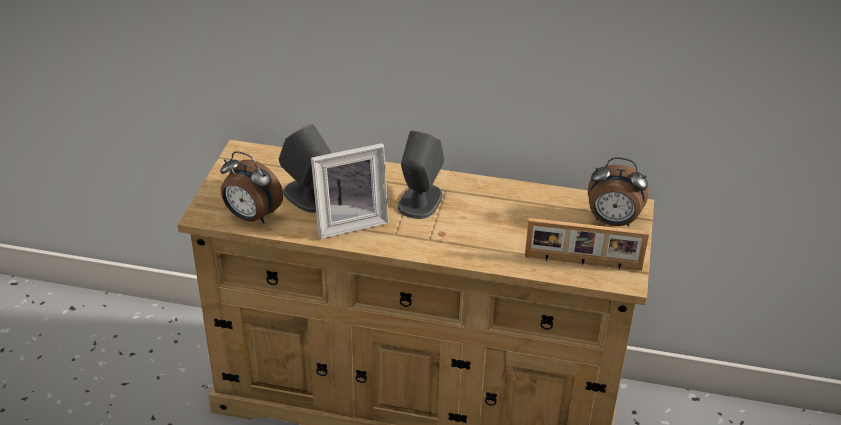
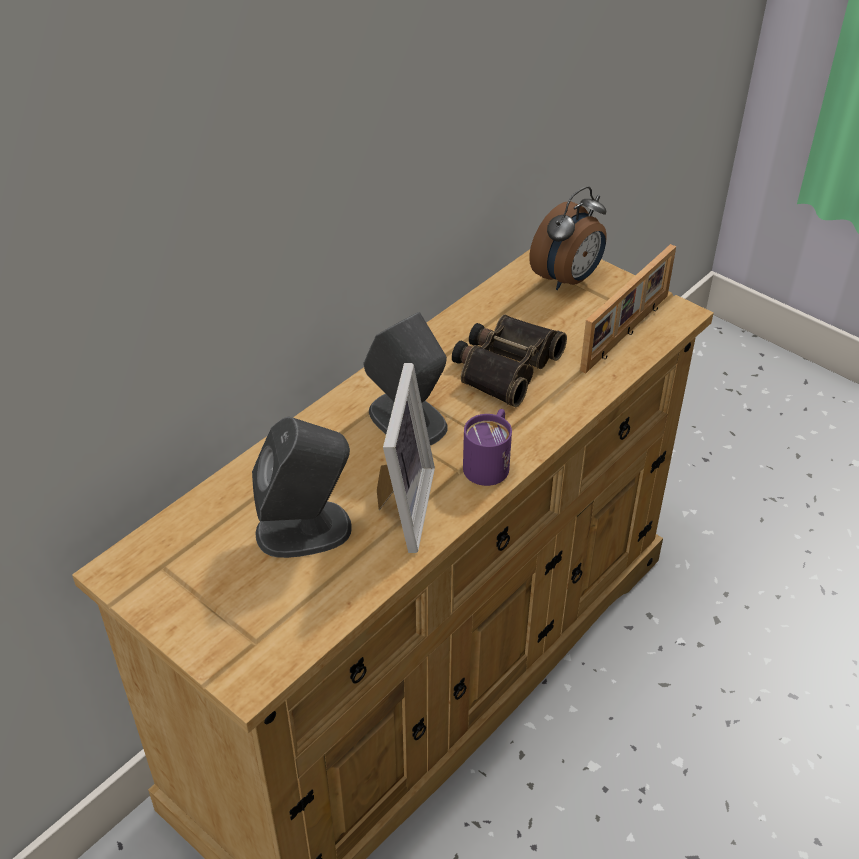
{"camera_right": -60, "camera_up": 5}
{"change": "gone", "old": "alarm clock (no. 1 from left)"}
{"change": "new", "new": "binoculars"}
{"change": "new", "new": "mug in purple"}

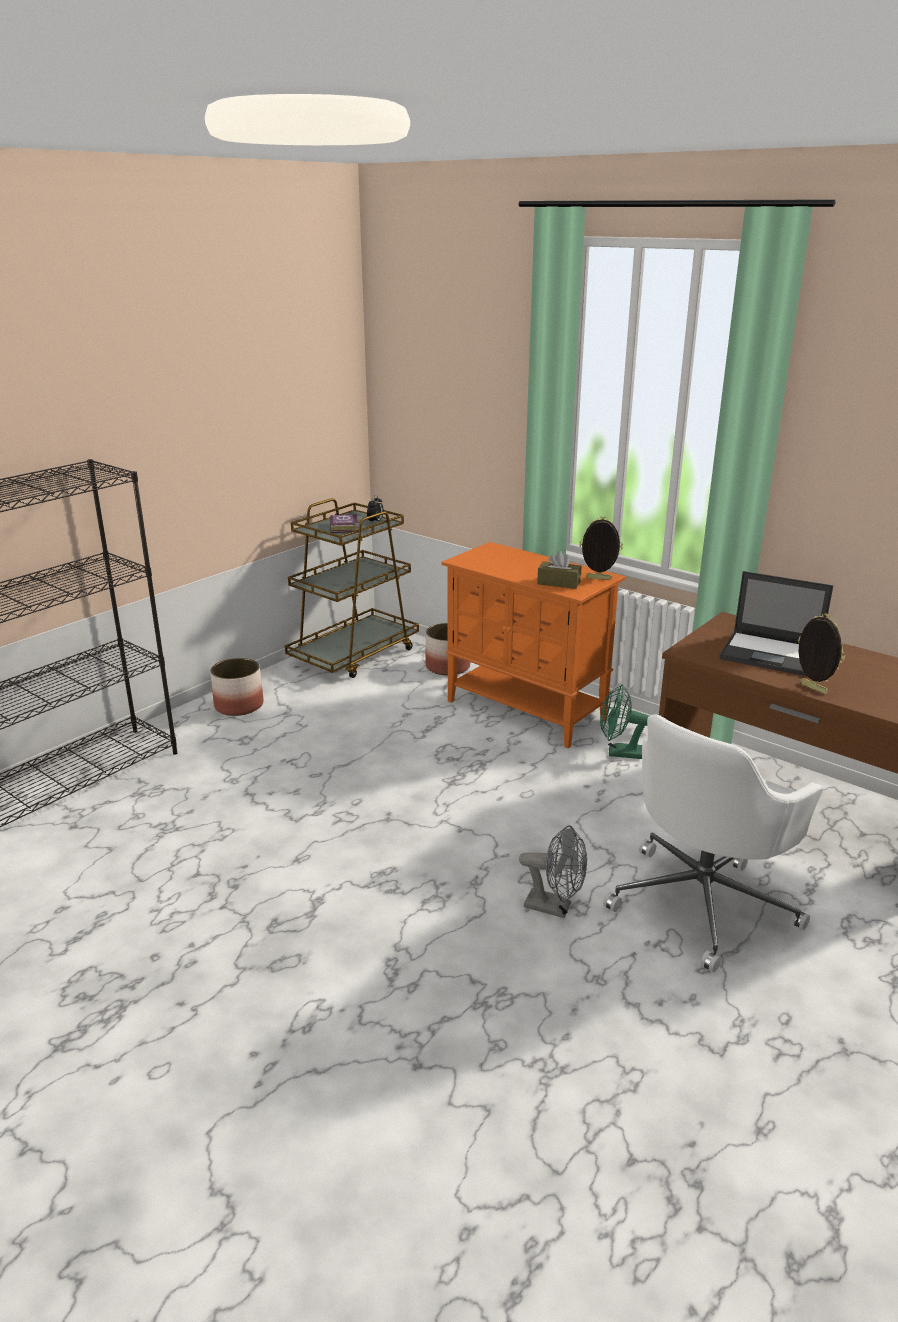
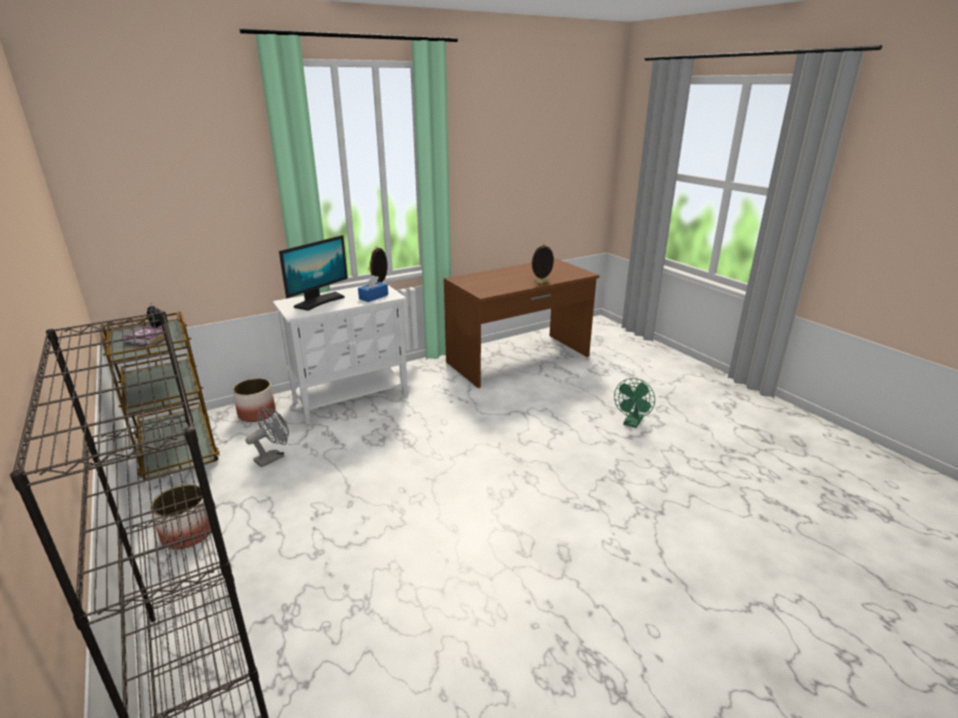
{"camera_right": -70, "camera_up": 0}
{"change": "gone", "old": "office chair in white"}
{"change": "gone", "old": "laptop"}
{"change": "new", "new": "monitor"}
{"change": "shifted", "old": "fan in grey"}
{"change": "shifted", "old": "fan in green"}
{"change": "repainted", "old": "cabinet in orange", "new": "cabinet in white"}
{"change": "repainted", "old": "tissue box in brown", "new": "tissue box in blue"}

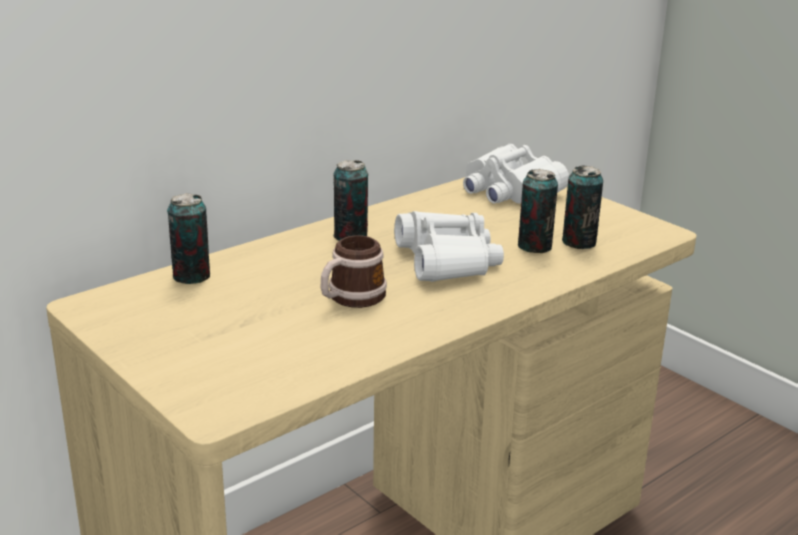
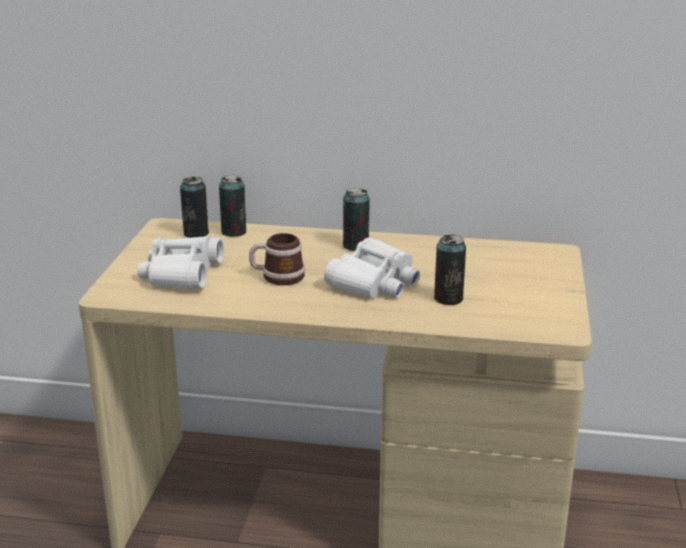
{"camera_right": 50, "camera_up": 0}
{"change": "shifted", "old": "binoculars in white (no. 2 from left in the first image)", "new": "binoculars in white (no. 1 from left)"}
{"change": "shifted", "old": "can (no. 4 from left in the first image)", "new": "can (no. 1 from left)"}

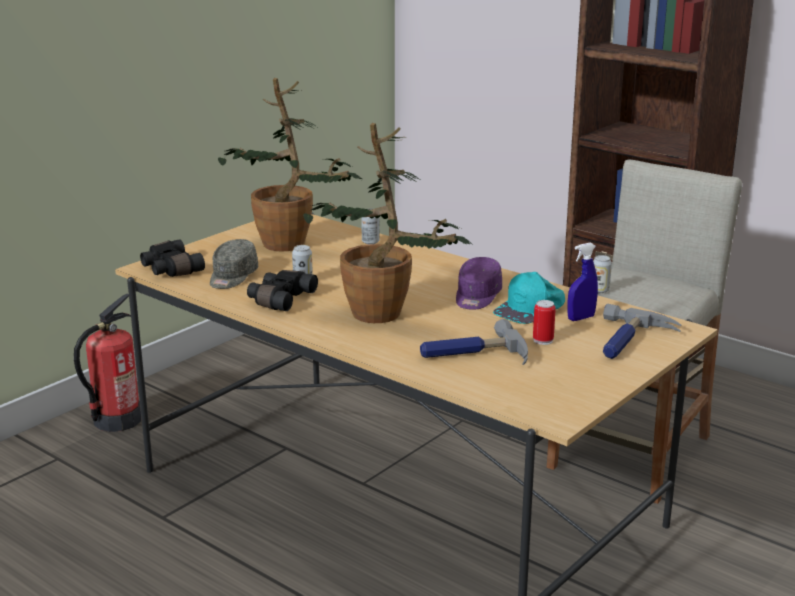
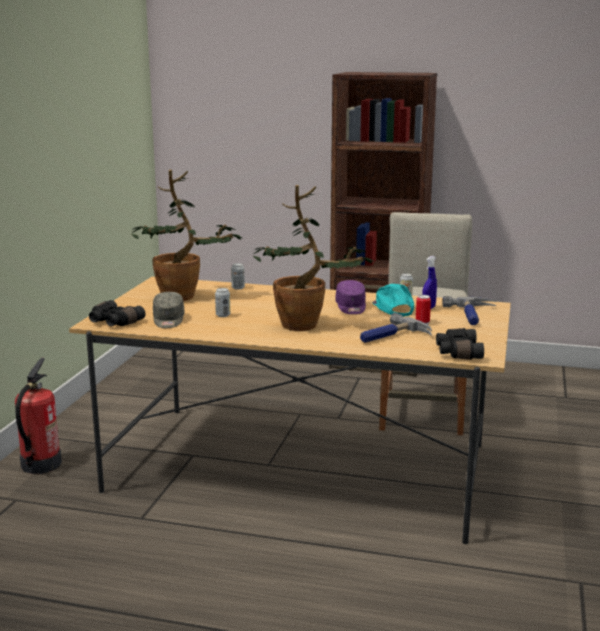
{"camera_right": -25, "camera_up": -5}
{"change": "shifted", "old": "binoculars in black (no. 2 from left)"}
{"change": "rotated", "old": "cap in turquoise", "degrees": 150}

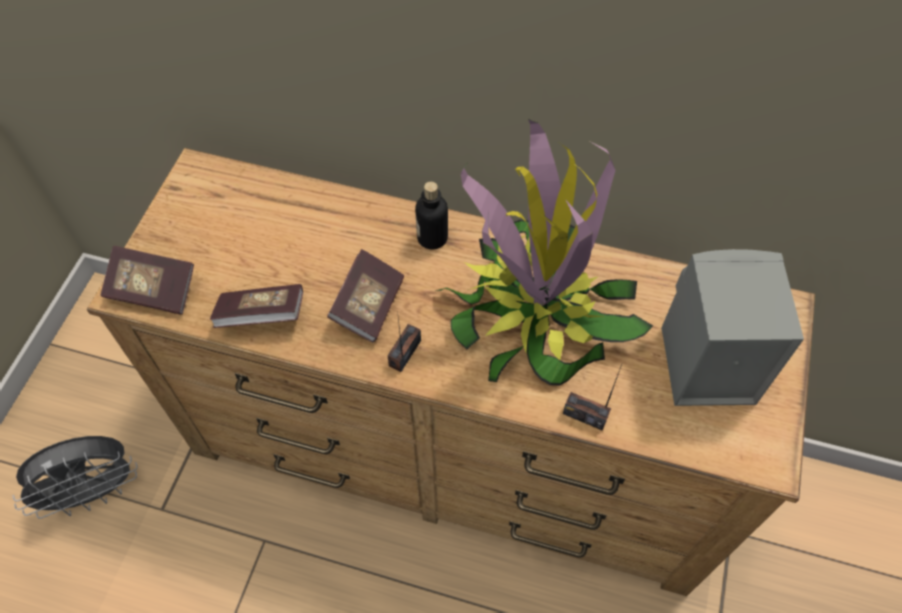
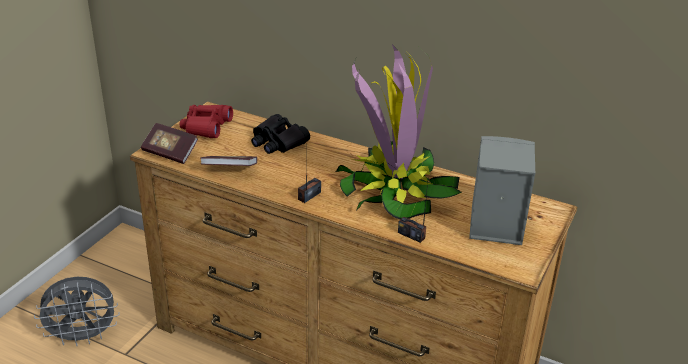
{"camera_right": 10, "camera_up": -25}
{"change": "gone", "old": "book (no. 3 from left)"}
{"change": "gone", "old": "bottle"}
{"change": "new", "new": "binoculars in red"}
{"change": "new", "new": "binoculars in black"}

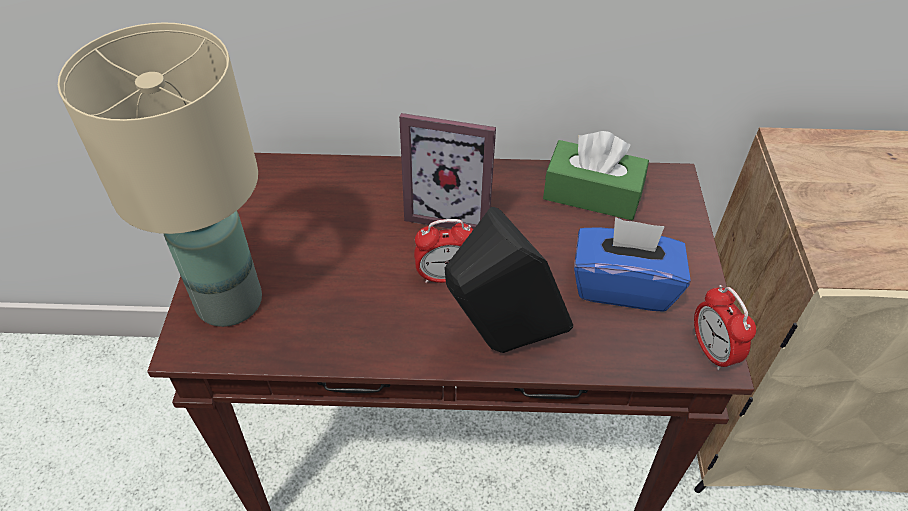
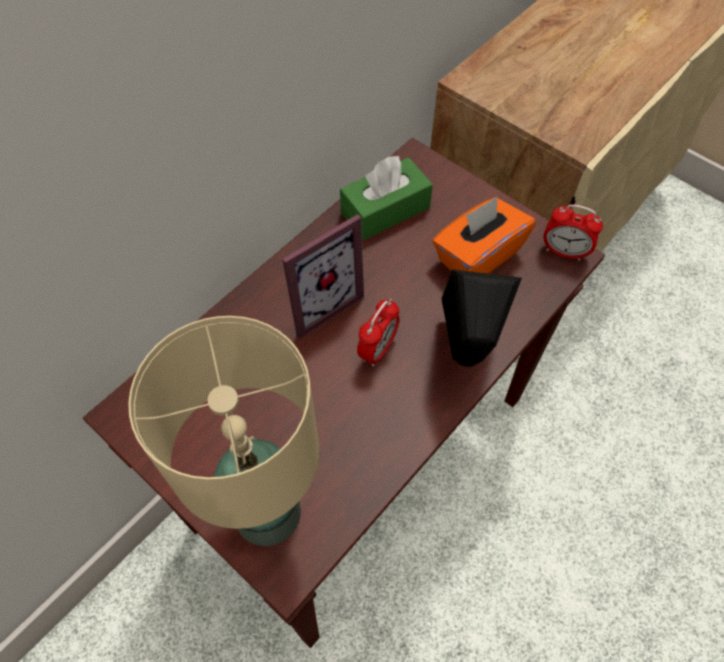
{"camera_right": -50, "camera_up": 10}
{"change": "repainted", "old": "tissue box in blue", "new": "tissue box in orange"}

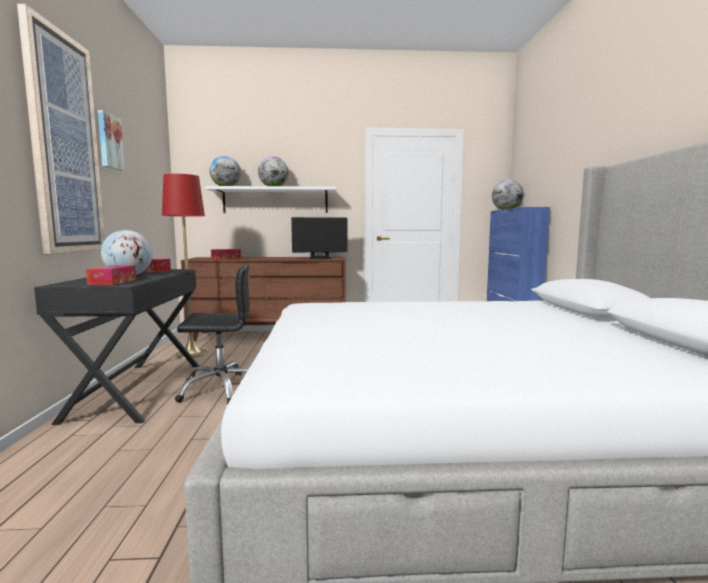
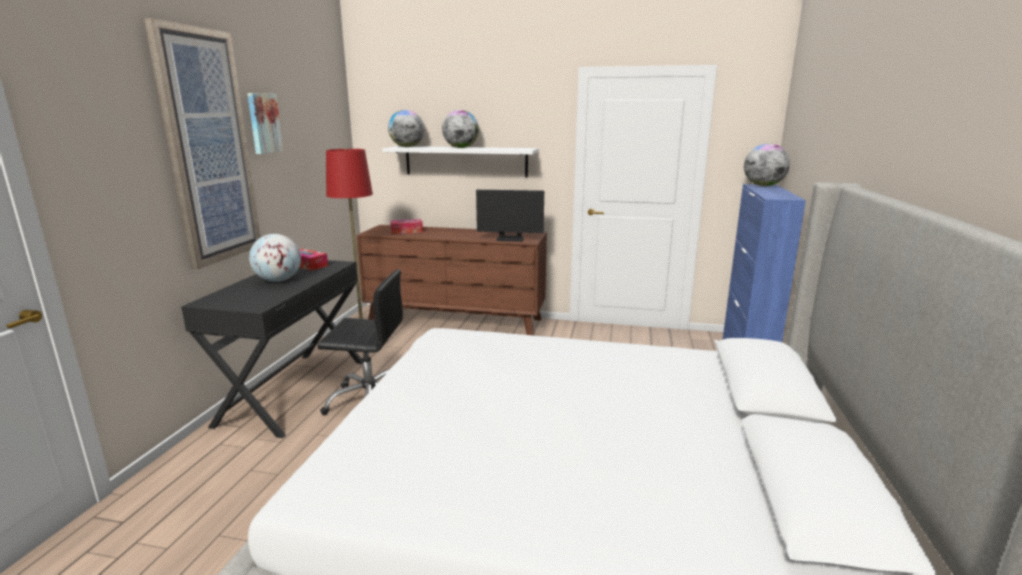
{"camera_right": 15, "camera_up": 10}
{"change": "gone", "old": "tissue box (no. 1 from left)"}

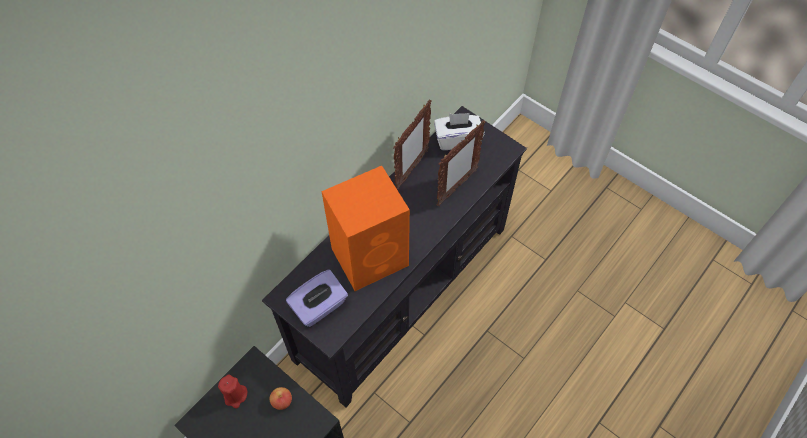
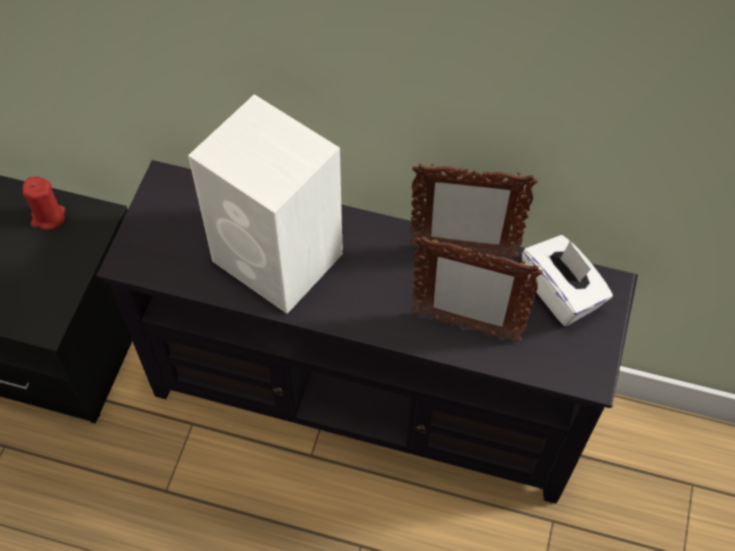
{"camera_right": 65, "camera_up": 0}
{"change": "gone", "old": "apple"}
{"change": "gone", "old": "tissue box in purple"}
{"change": "repainted", "old": "speaker in orange", "new": "speaker in white"}

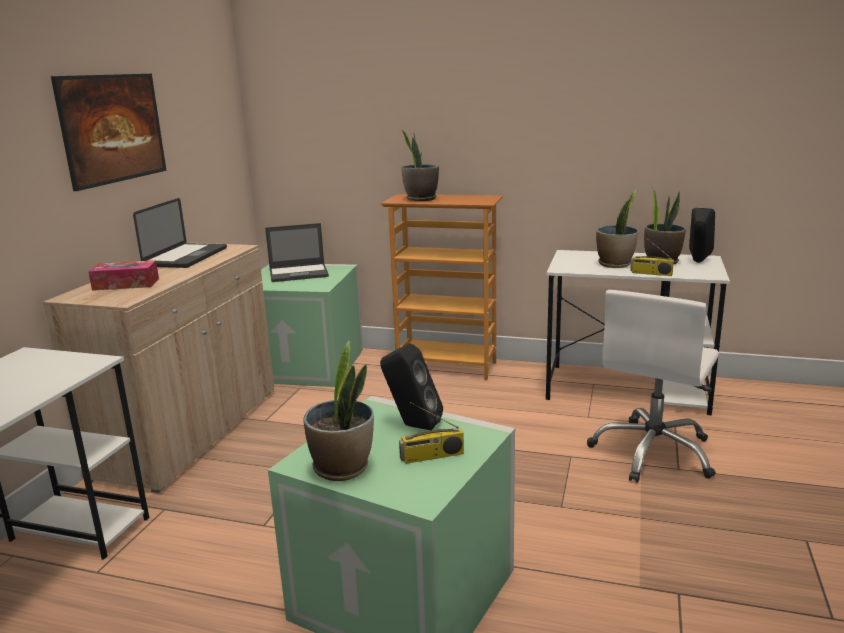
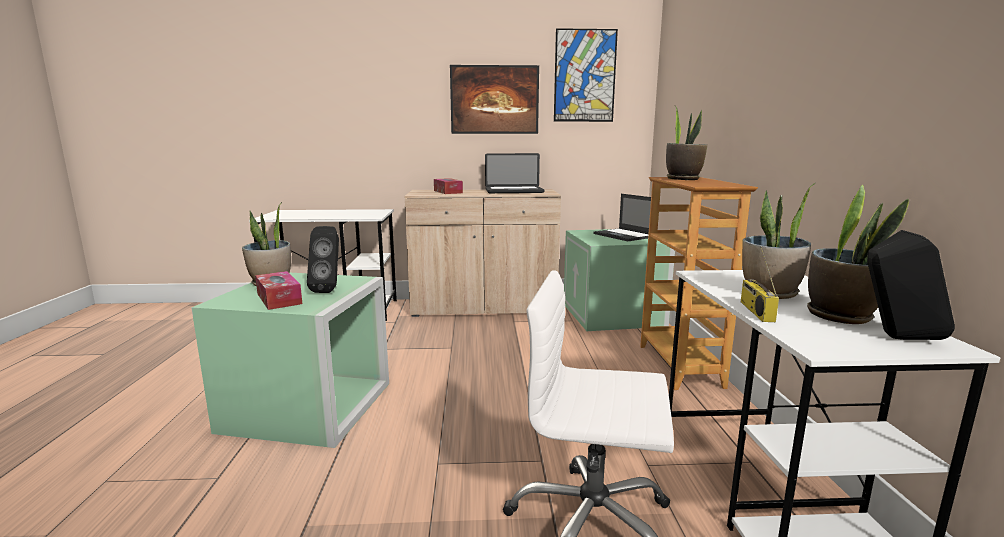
{"camera_right": 70, "camera_up": -5}
{"change": "new", "new": "picture (no. 2 from left)"}
{"change": "swapped", "old": "radio (no. 1 from left)", "new": "tissue box (no. 1 from left)"}

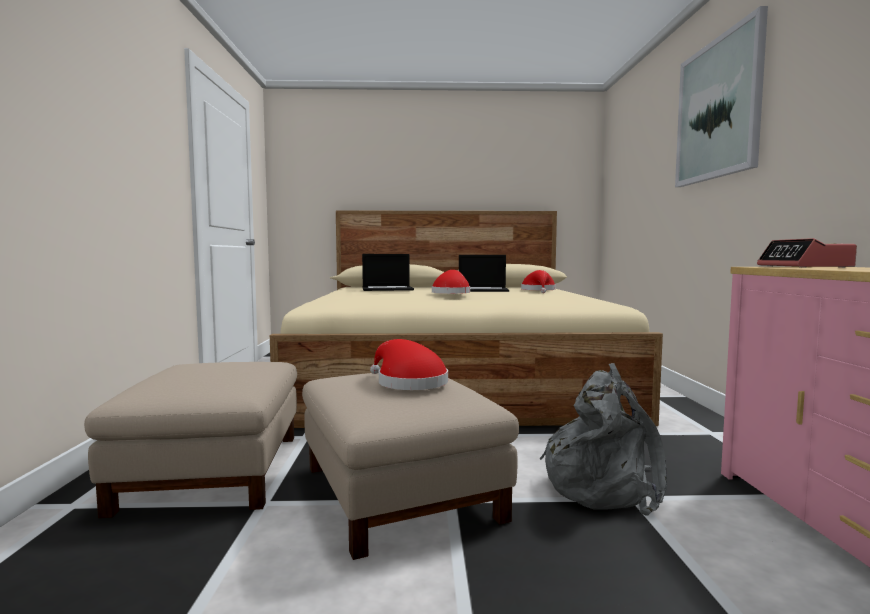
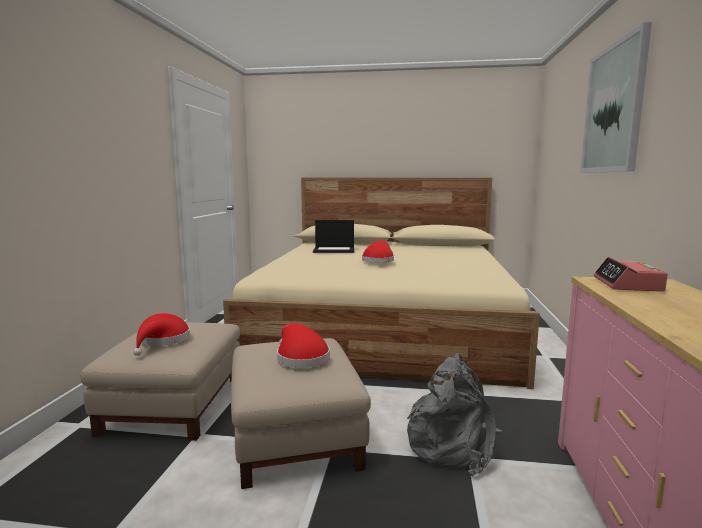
{"camera_right": 10, "camera_up": 5}
{"change": "gone", "old": "laptop (no. 2 from left)"}
{"change": "shifted", "old": "hat in red (no. 3 from left in the first image)", "new": "hat in red (no. 1 from left)"}

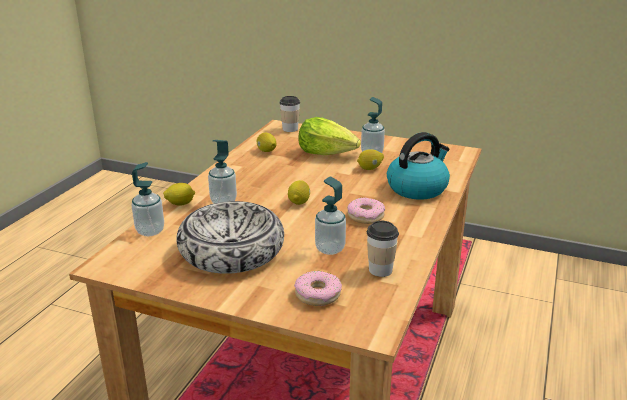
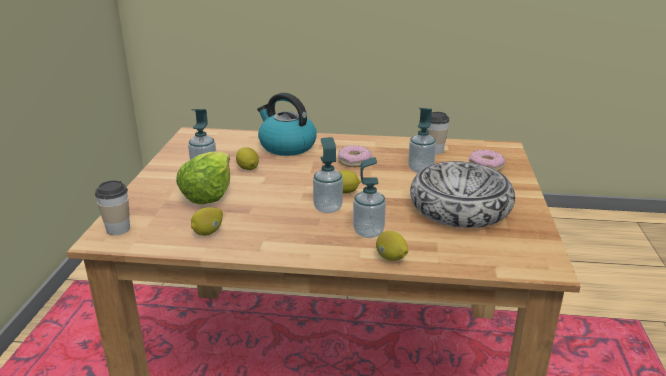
{"camera_right": -105, "camera_up": 0}
{"change": "shifted", "old": "soap dispenser (no. 1 from left in the first image)", "new": "soap dispenser (no. 2 from left)"}

